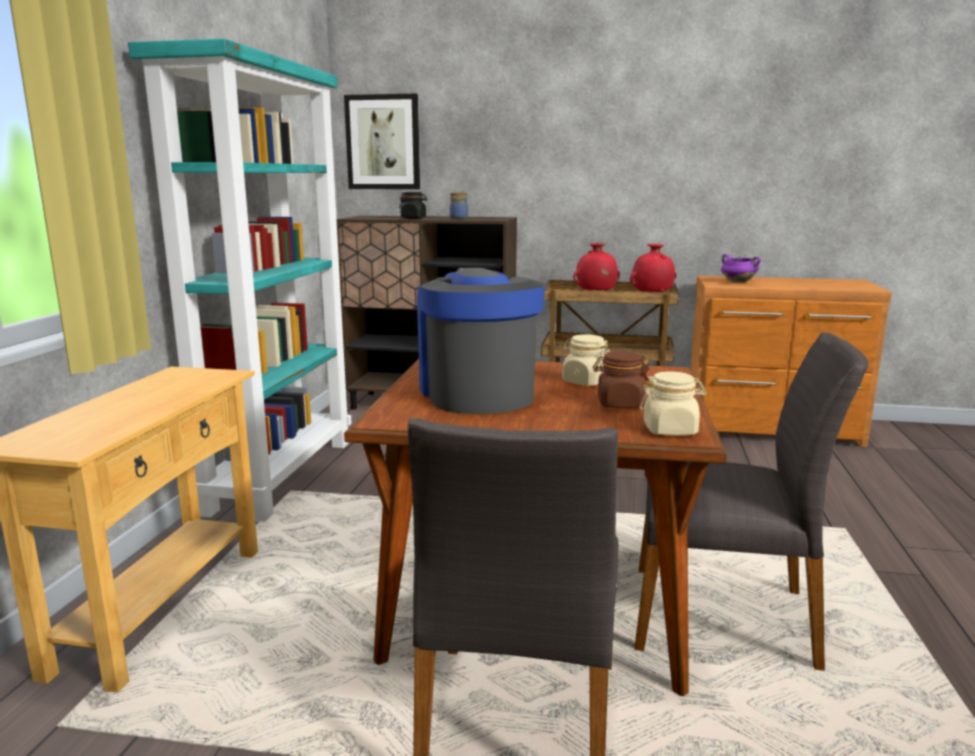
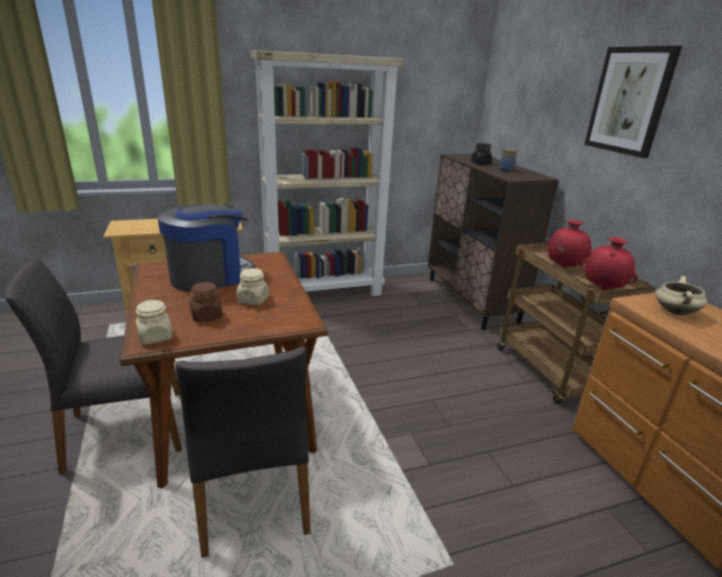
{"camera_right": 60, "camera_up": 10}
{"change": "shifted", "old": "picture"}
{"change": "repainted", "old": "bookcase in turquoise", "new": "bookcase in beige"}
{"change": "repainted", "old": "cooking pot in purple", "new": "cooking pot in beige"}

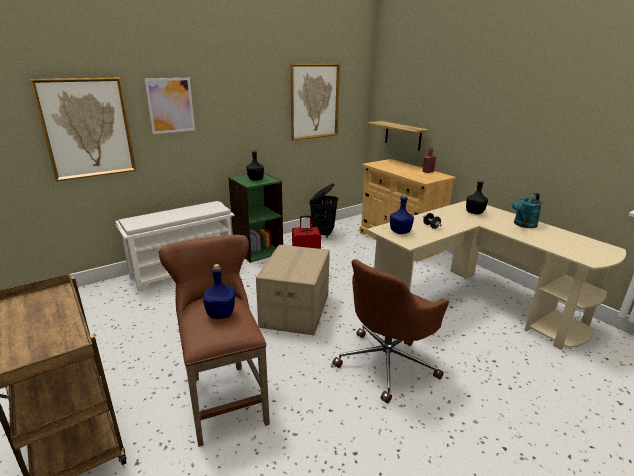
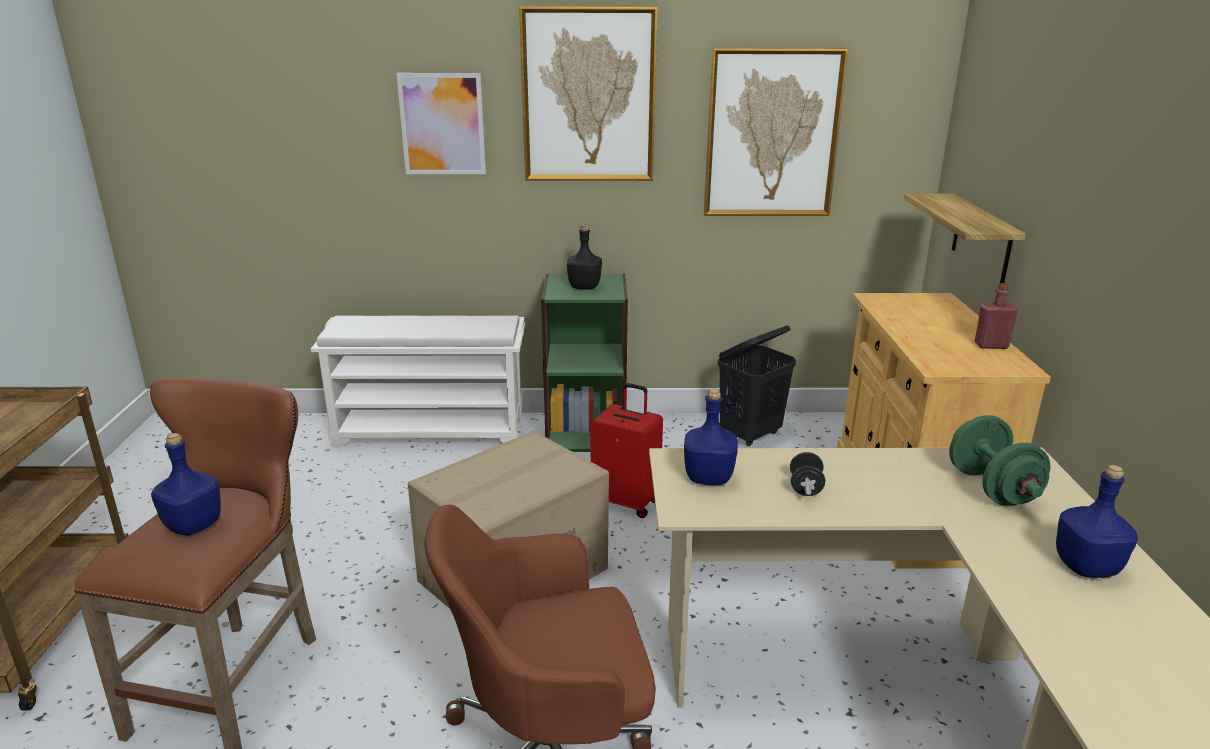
{"camera_right": 35, "camera_up": 0}
{"change": "shifted", "old": "picture (no. 1 from left in the first image)", "new": "picture (no. 2 from left)"}
{"change": "swapped", "old": "bottle in black (no. 2 from left)", "new": "dumbbell in green"}
{"change": "swapped", "old": "watering can in turquoise", "new": "bottle in blue (no. 3 from left)"}

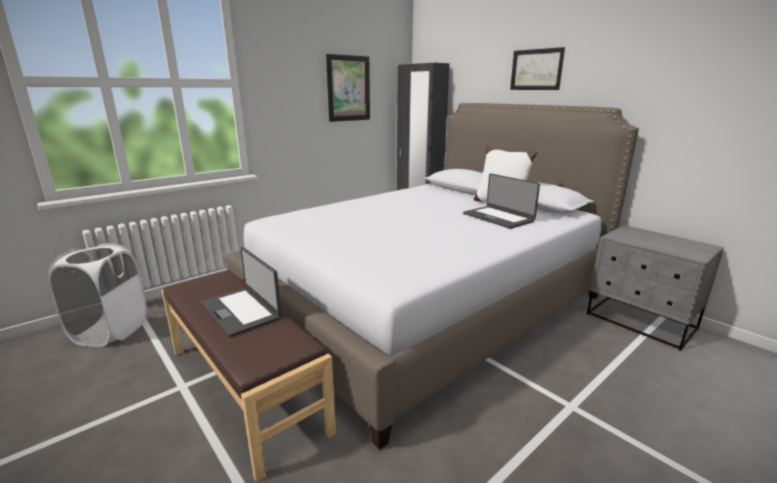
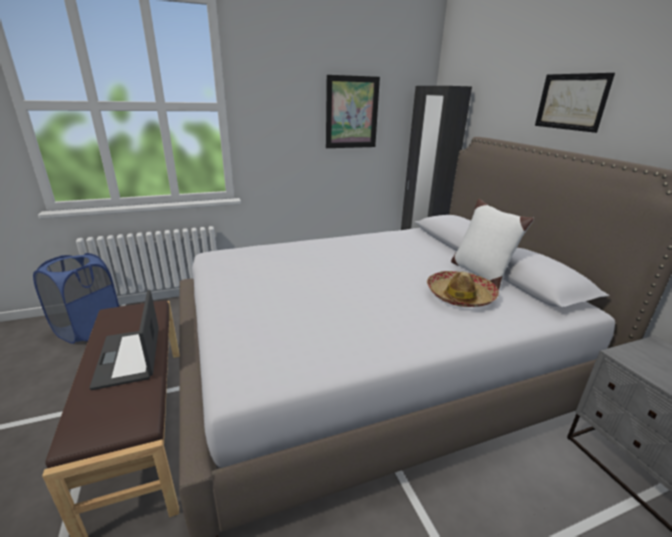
{"camera_right": 20, "camera_up": 5}
{"change": "swapped", "old": "laptop (no. 2 from left)", "new": "hat"}
{"change": "repainted", "old": "laundry basket in white", "new": "laundry basket in blue"}

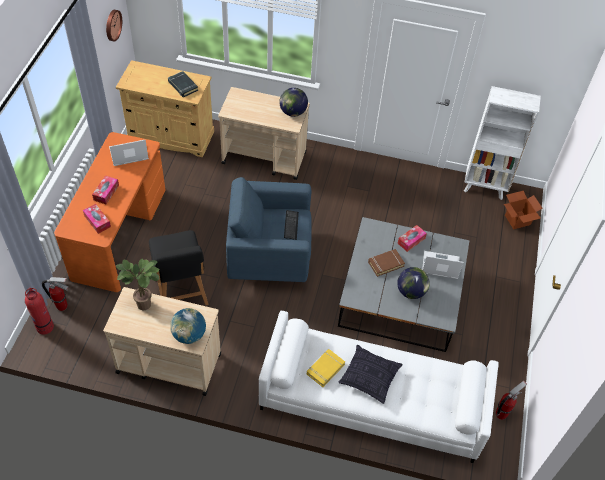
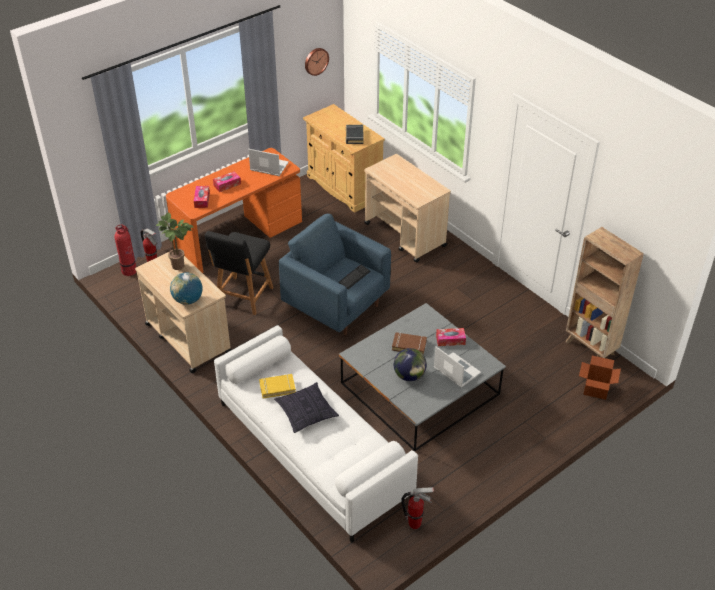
{"camera_right": 40, "camera_up": -10}
{"change": "gone", "old": "globe (no. 2 from left)"}
{"change": "repainted", "old": "bookcase in white", "new": "bookcase in brown"}

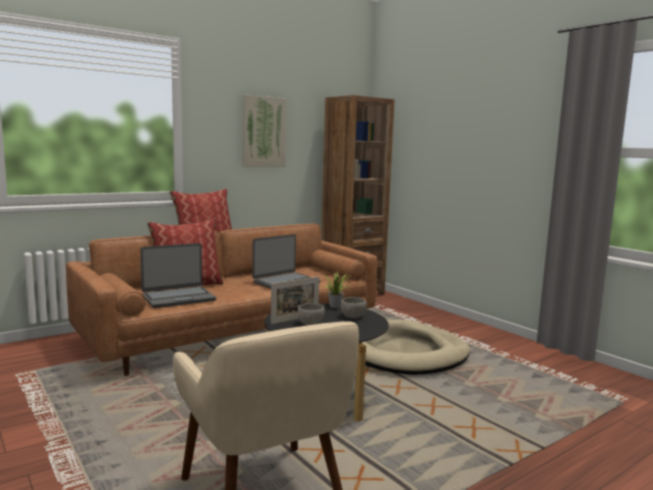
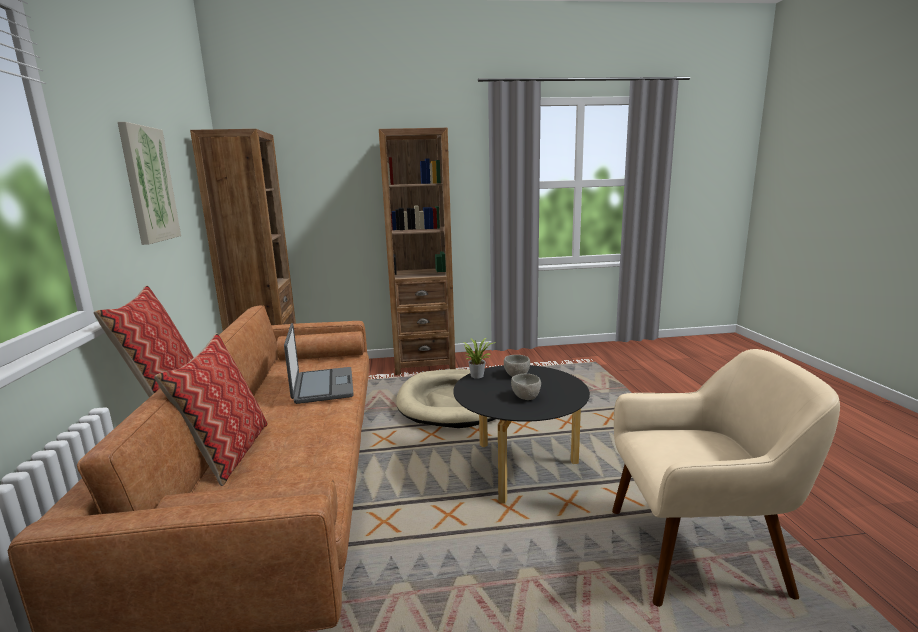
{"camera_right": -60, "camera_up": 5}
{"change": "gone", "old": "laptop (no. 1 from left)"}
{"change": "gone", "old": "picture frame"}
{"change": "new", "new": "bookcase in brown (no. 2 from left)"}

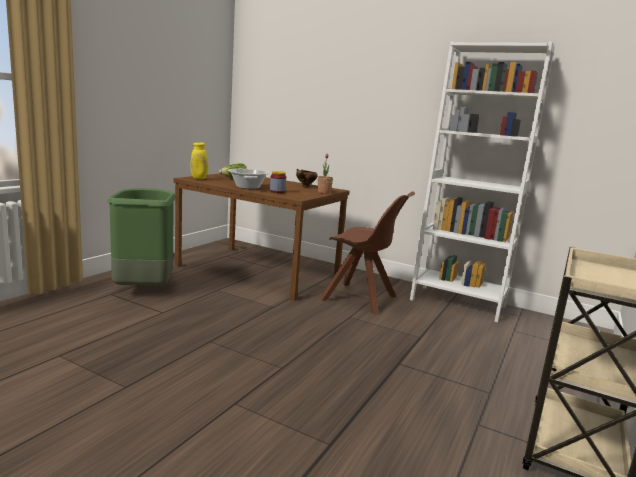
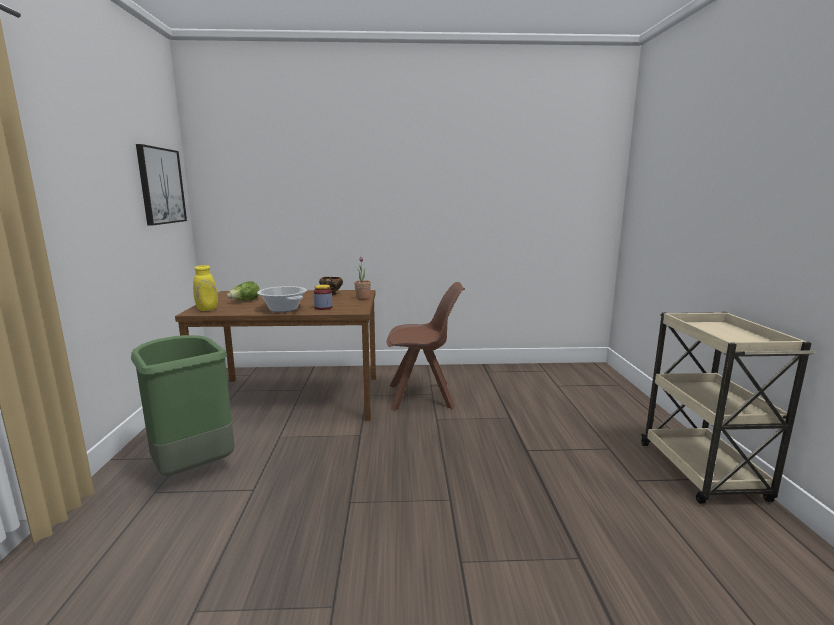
{"camera_right": -30, "camera_up": 0}
{"change": "gone", "old": "bookcase in white"}
{"change": "new", "new": "picture"}

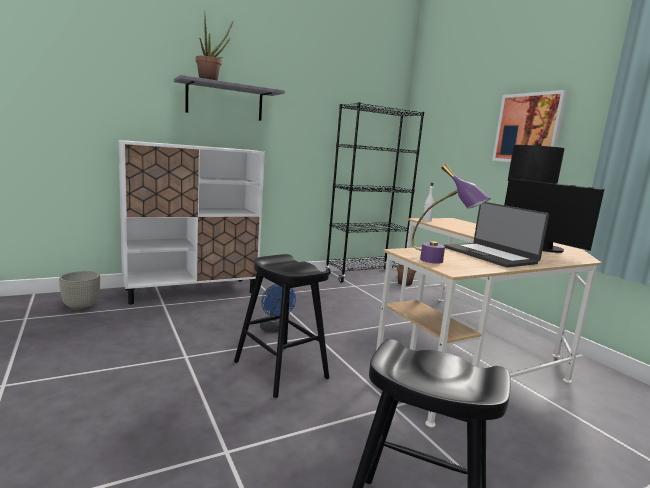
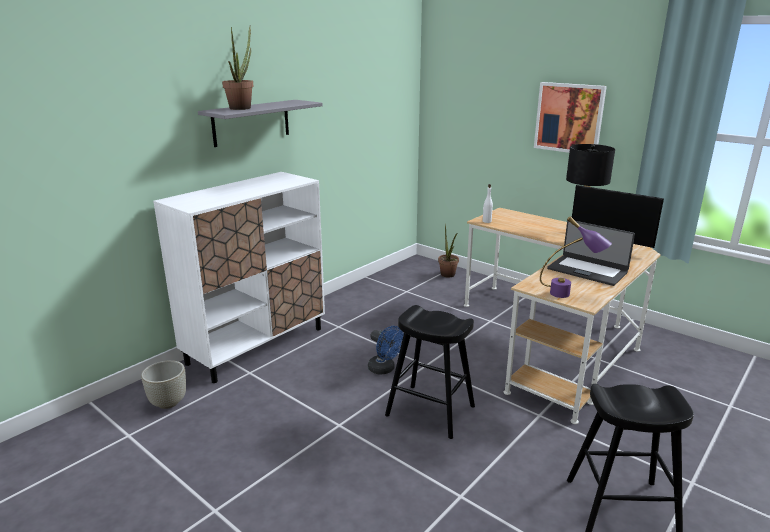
{"camera_right": -20, "camera_up": 10}
{"change": "gone", "old": "bookcase in black"}

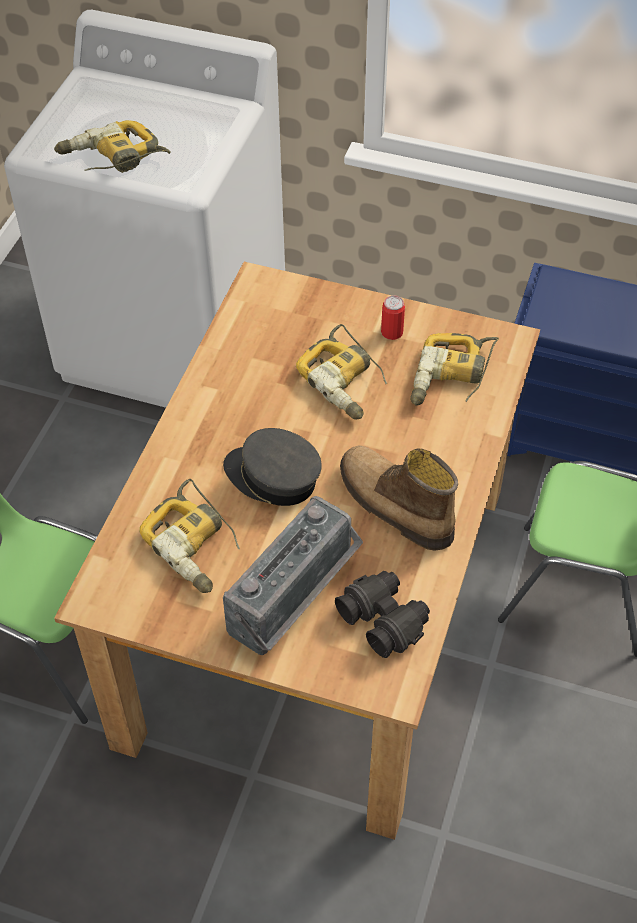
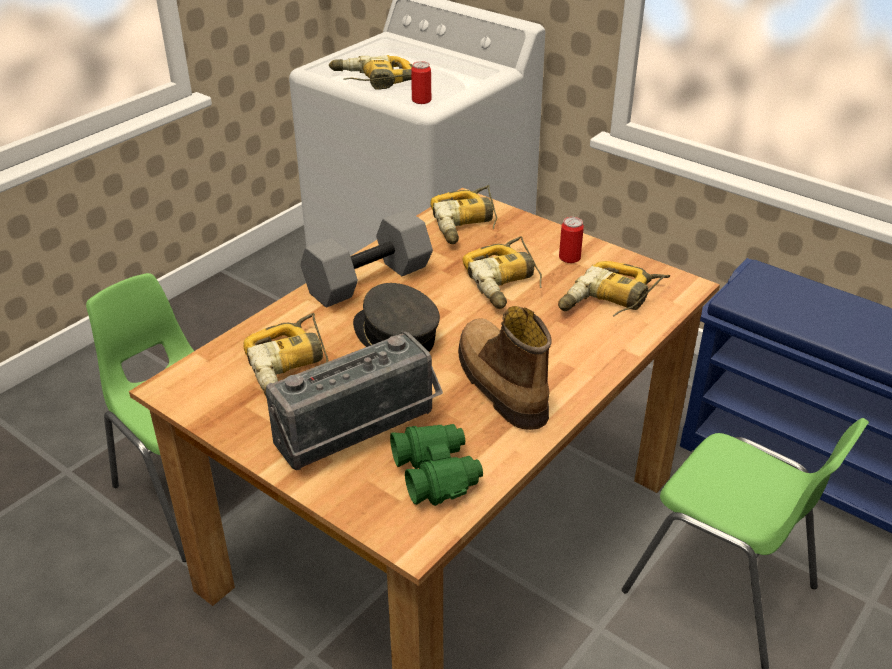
{"camera_right": 20, "camera_up": -15}
{"change": "new", "new": "dumbbell in grey"}
{"change": "new", "new": "can (no. 1 from left)"}
{"change": "new", "new": "power drill (no. 3 from left)"}
{"change": "repainted", "old": "binoculars in black", "new": "binoculars in green"}

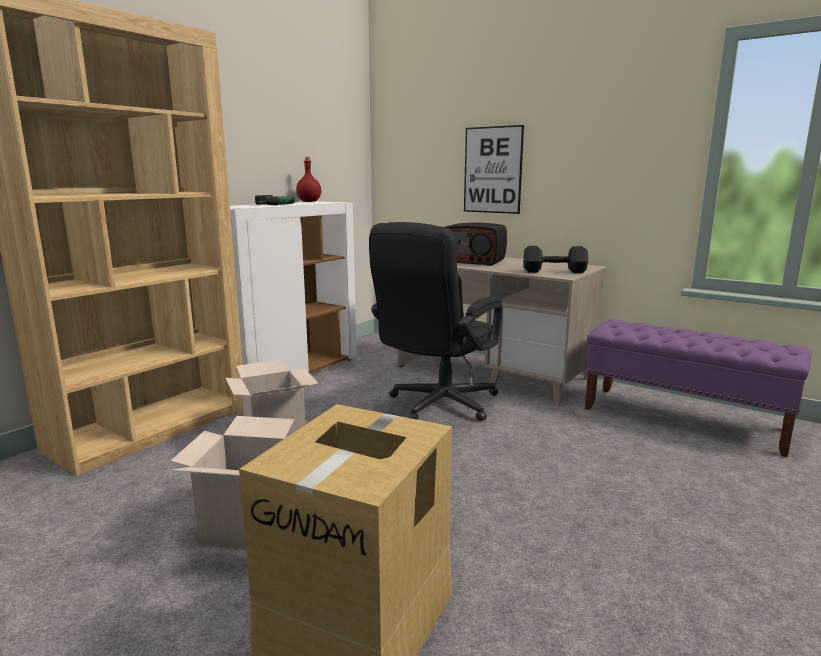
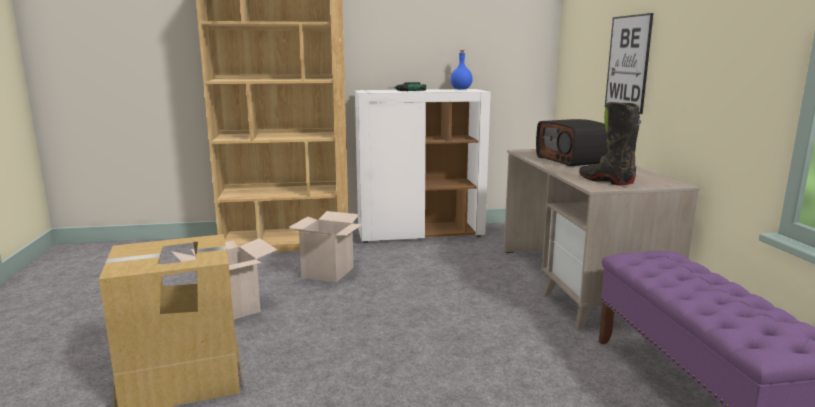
{"camera_right": 45, "camera_up": 0}
{"change": "gone", "old": "office chair in black"}
{"change": "swapped", "old": "dumbbell in black", "new": "boot in black"}
{"change": "repainted", "old": "bottle in red", "new": "bottle in blue"}

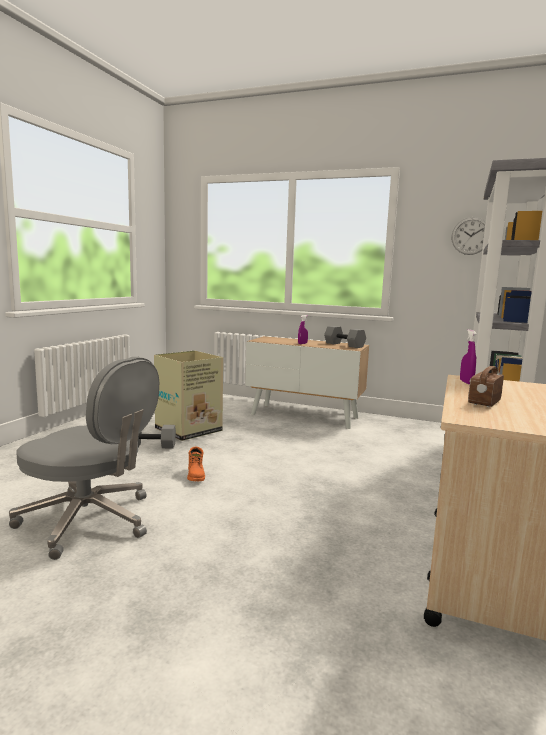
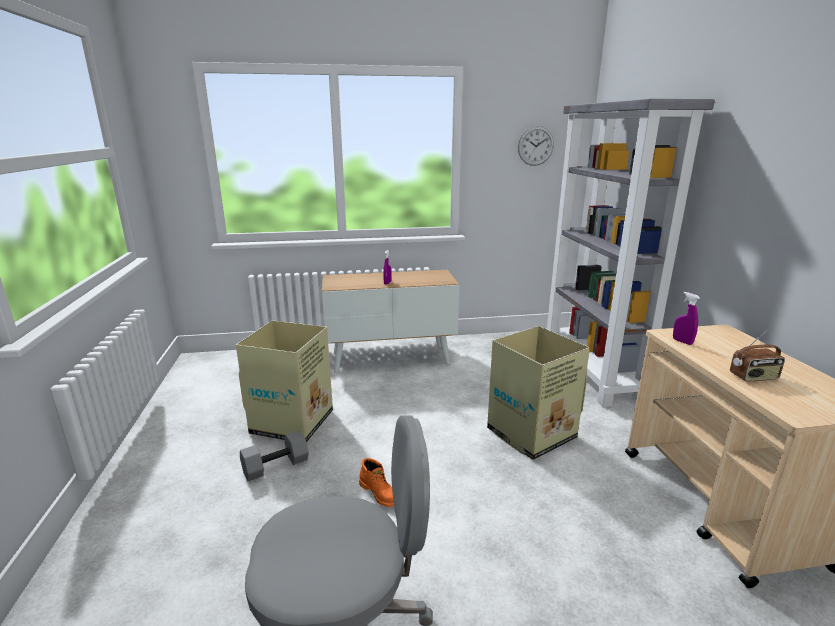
{"camera_right": -30, "camera_up": 10}
{"change": "gone", "old": "dumbbell in grey (no. 2 from left)"}
{"change": "new", "new": "cardboard box (no. 2 from left)"}
{"change": "rotated", "old": "radio", "degrees": -105}

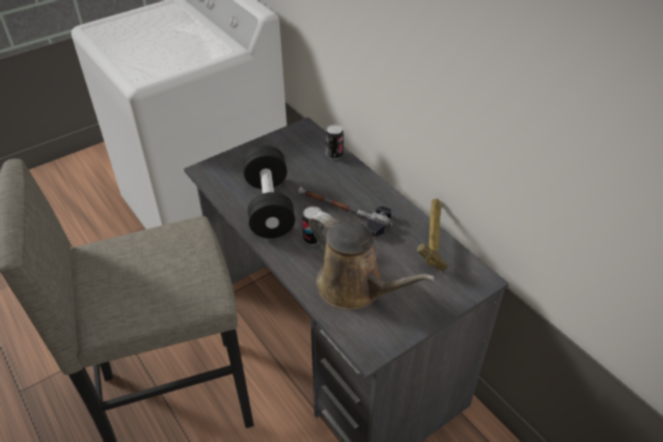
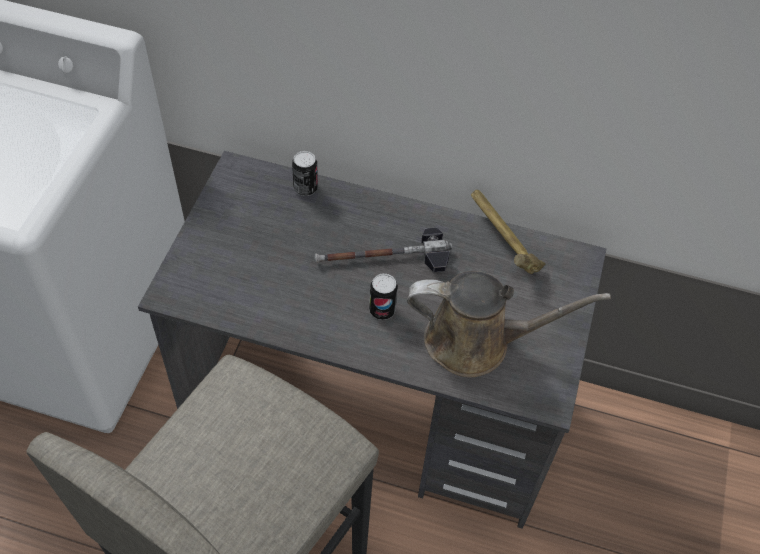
{"camera_right": -40, "camera_up": 10}
{"change": "gone", "old": "dumbbell in black"}

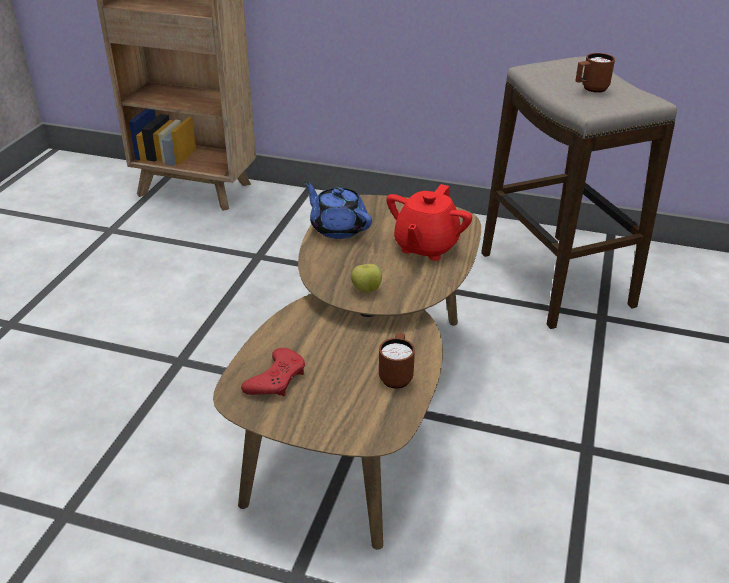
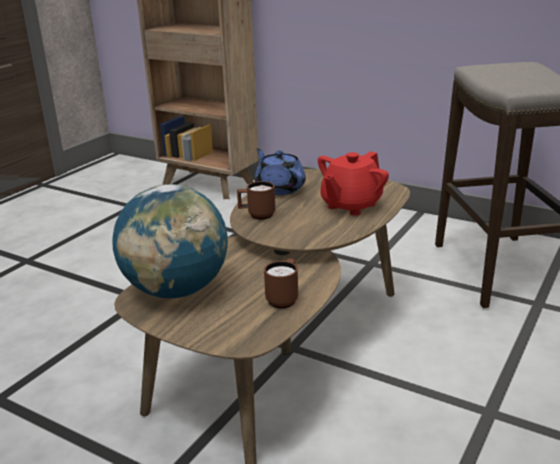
{"camera_right": 15, "camera_up": -10}
{"change": "gone", "old": "apple"}
{"change": "shifted", "old": "mug in brown (no. 2 from left in the first image)", "new": "mug in brown (no. 1 from left)"}
{"change": "swapped", "old": "game controller in red", "new": "globe"}

